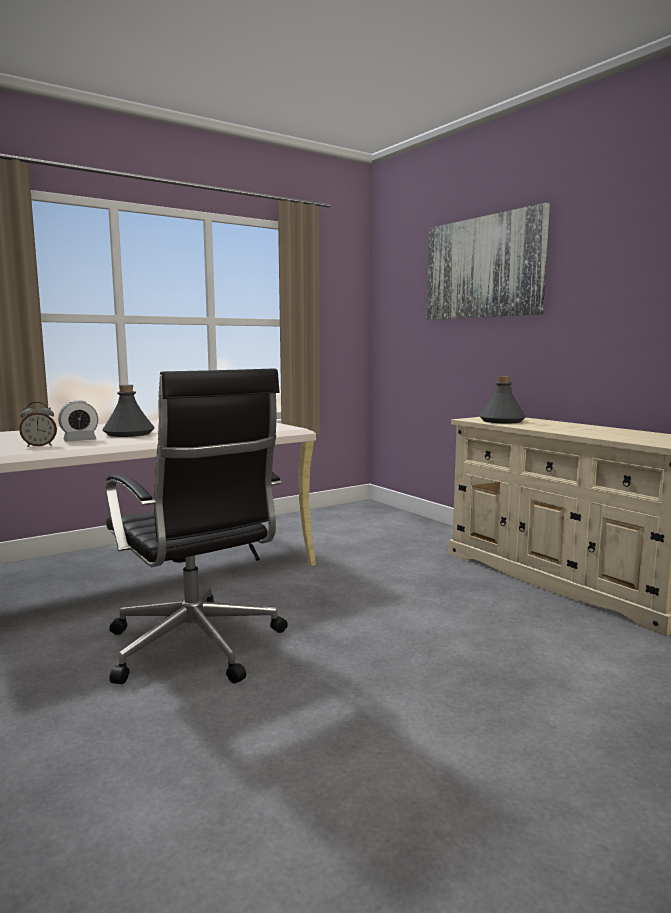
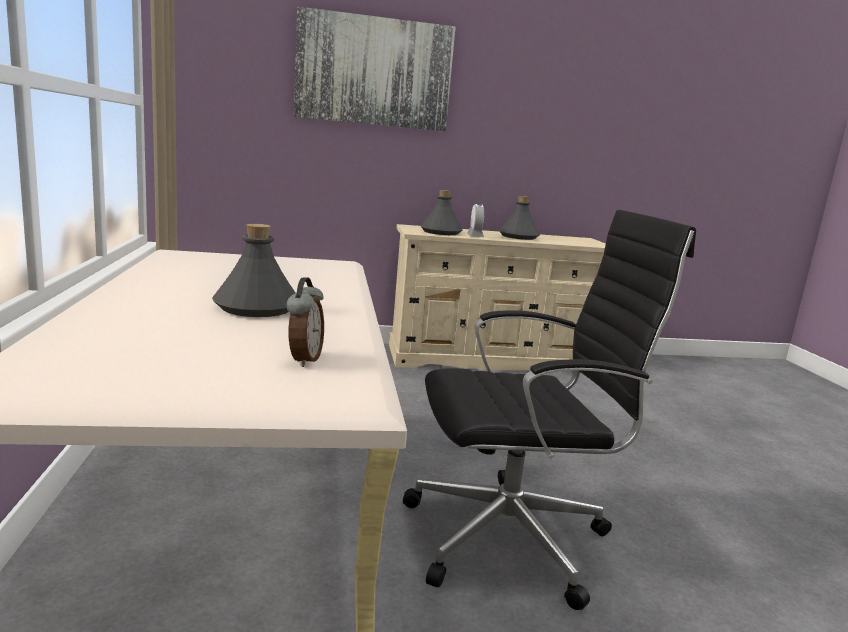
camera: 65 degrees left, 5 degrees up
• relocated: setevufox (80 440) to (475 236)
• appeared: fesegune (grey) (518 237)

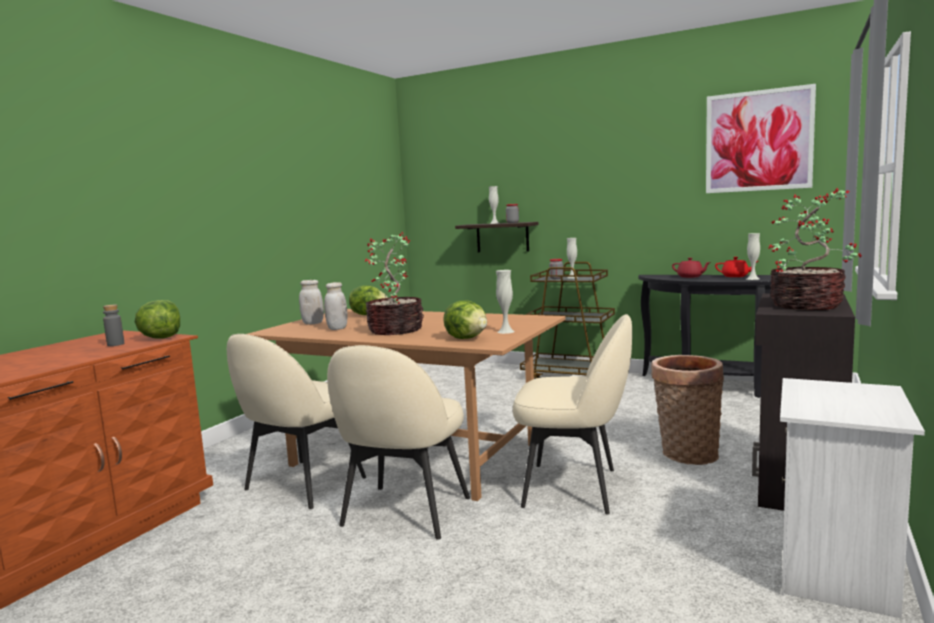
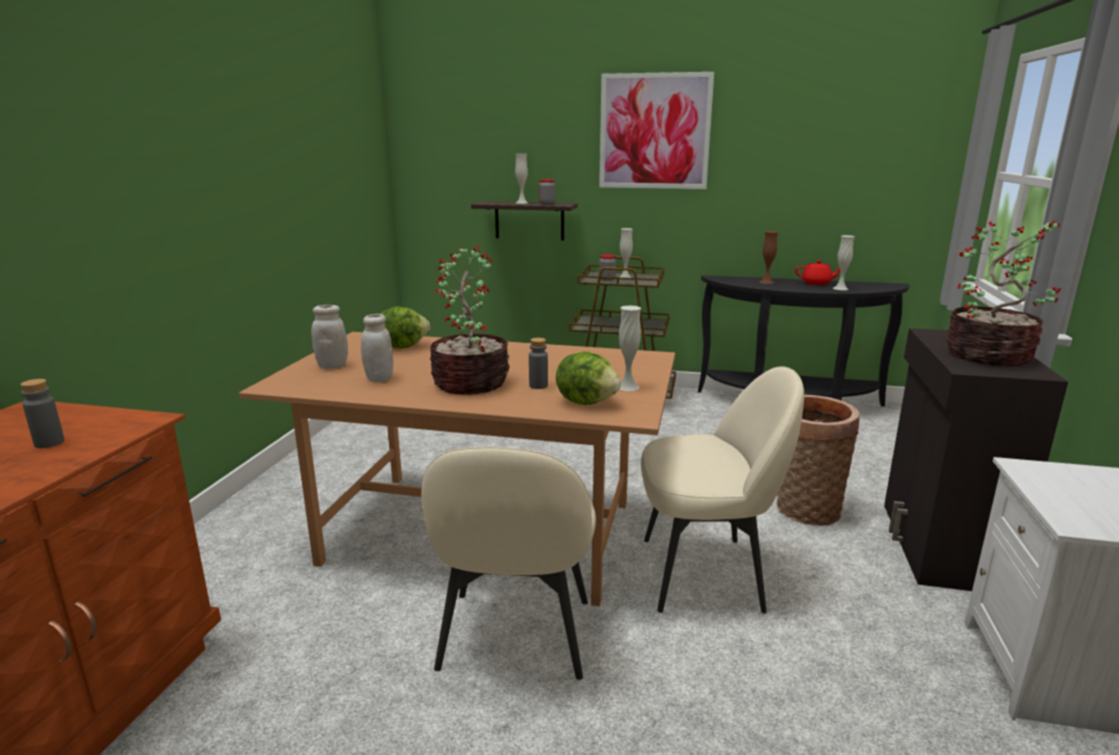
camera: 15 degrees left, 10 degrees up
• missing: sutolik (161 338)
• missing: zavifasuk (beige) (302 485)
• exchanged: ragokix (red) (690 277) to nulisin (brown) (766 282)
• relocated: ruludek (758 141) to (654 131)
• appeared: fesegune (grey) (538 386)

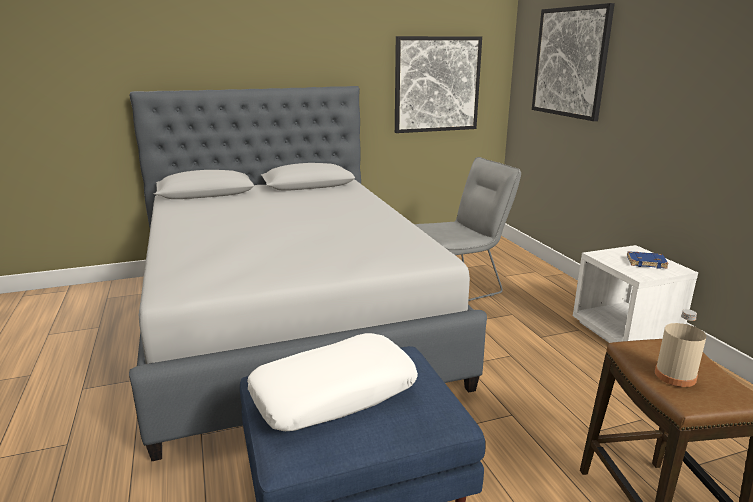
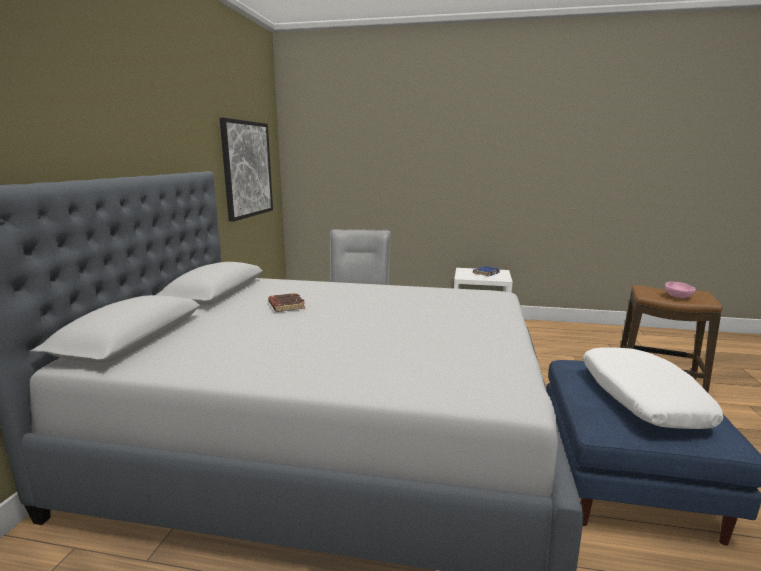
camera: 60 degrees left, 5 degrees down
• missing: ruludek (570 62)
• exchanged: fesegune (beige) (675 376) to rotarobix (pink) (678 296)
• appeared: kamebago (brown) (286 306)

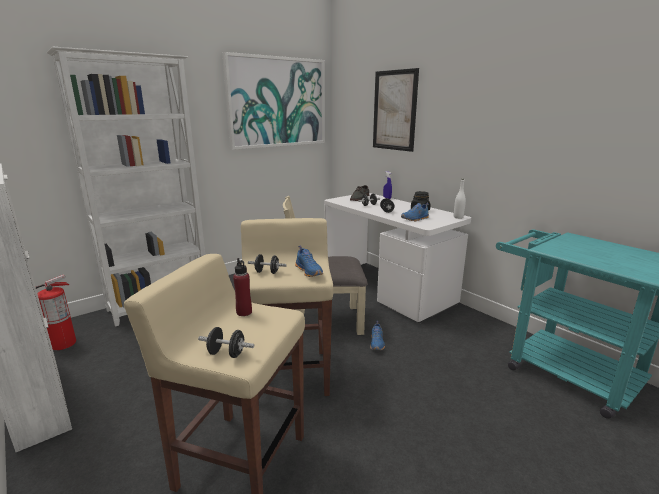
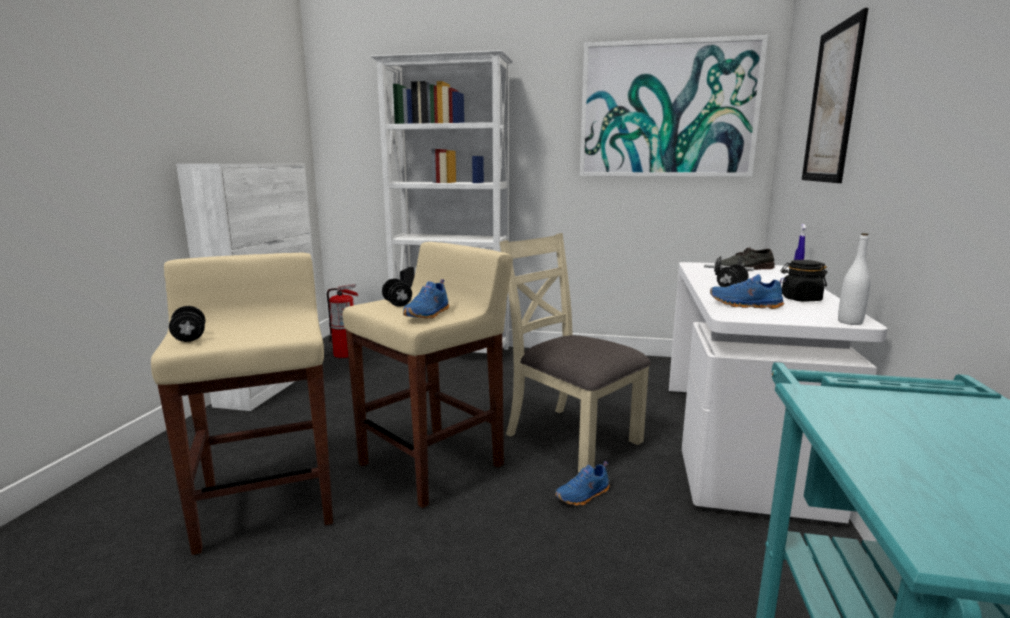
camera: 50 degrees right, 5 degrees down
• missing: fesegune (red) (244 312)

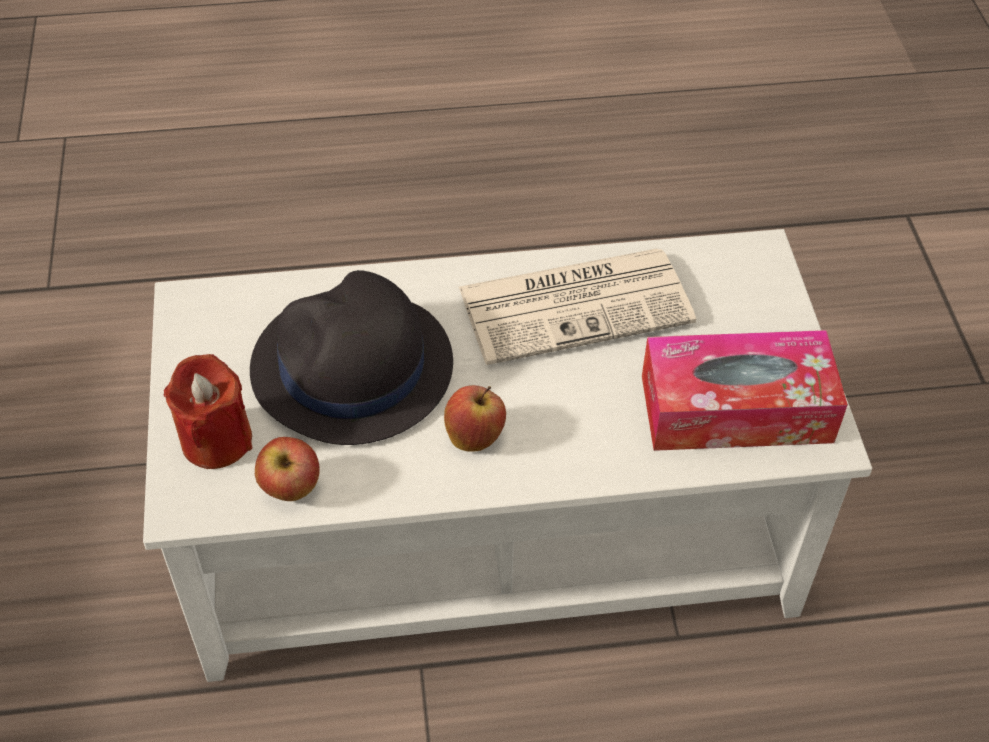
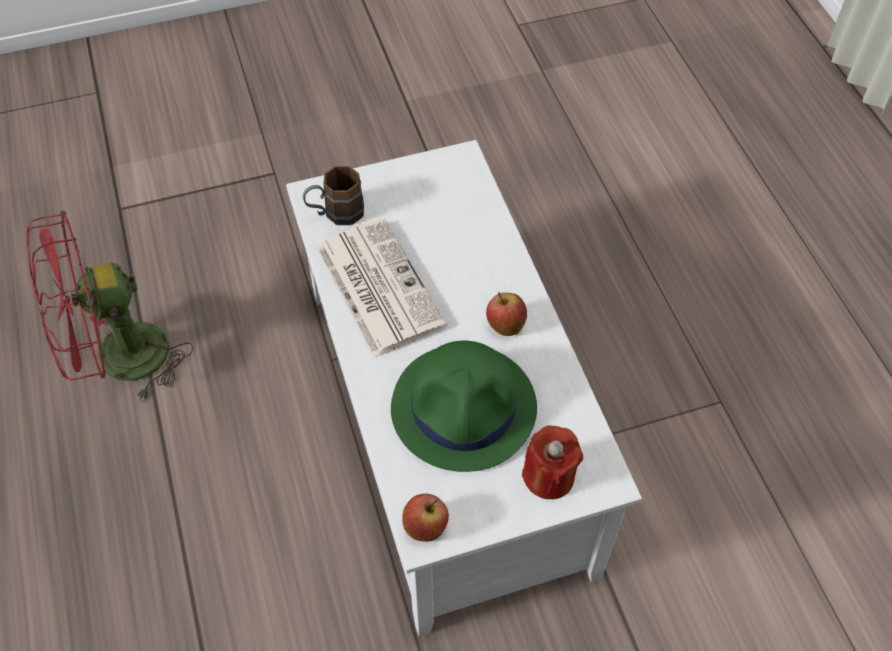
camera: 100 degrees left, 5 degrees up
• colour: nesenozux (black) (352 368) to nesenozux (green) (465 407)
• relocated: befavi (291 489) to (425 527)
• missing: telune (736 409)
• appeared: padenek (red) (118 361)
• appeared: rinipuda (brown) (335 213)

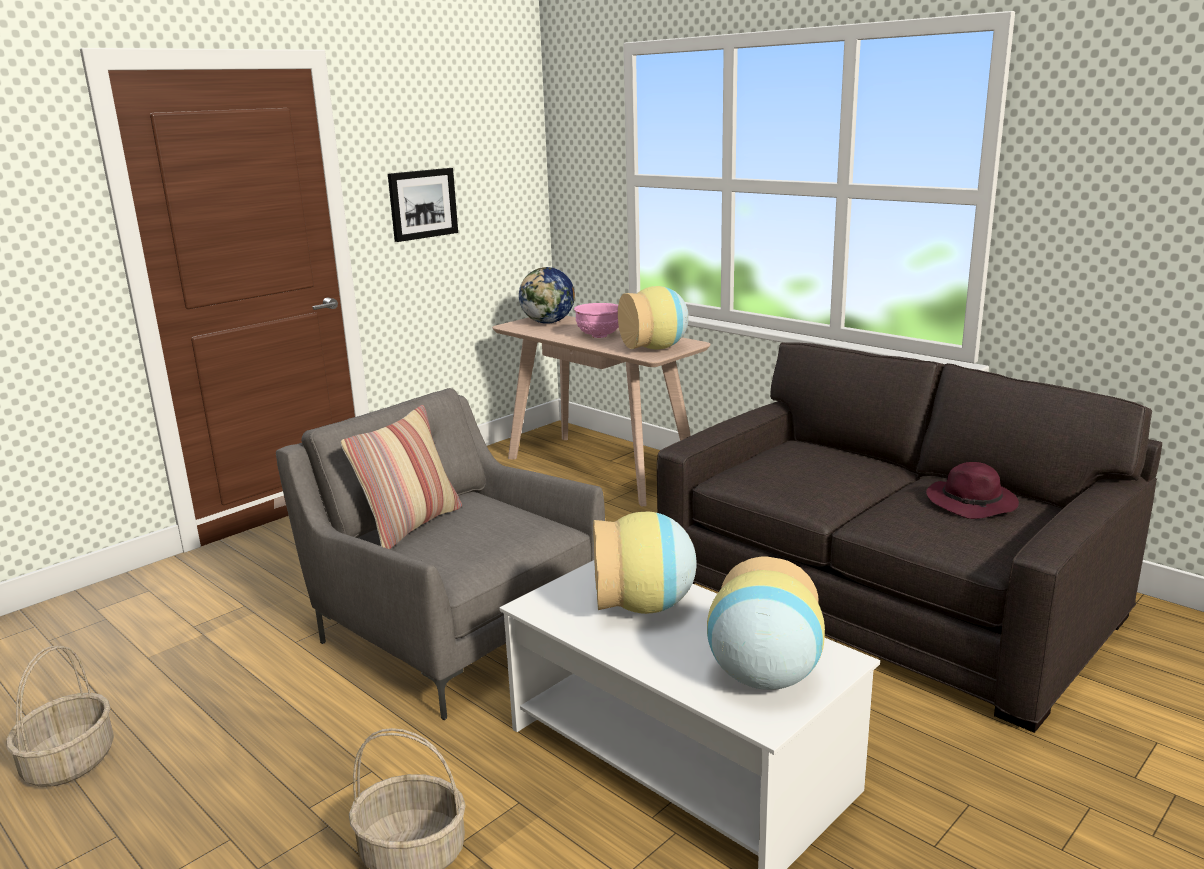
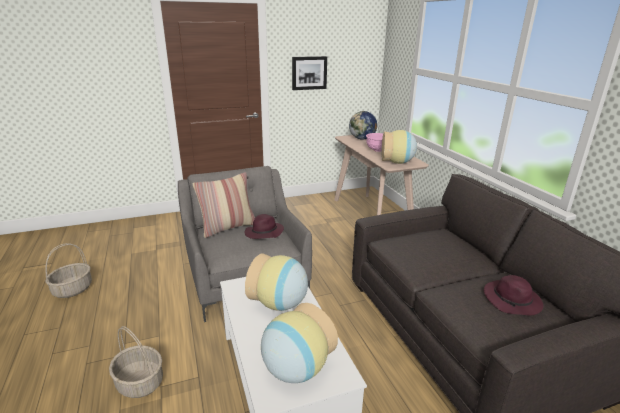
camera: 25 degrees right, 5 degrees up
• appeared: nesenozux (purple) (264 233)

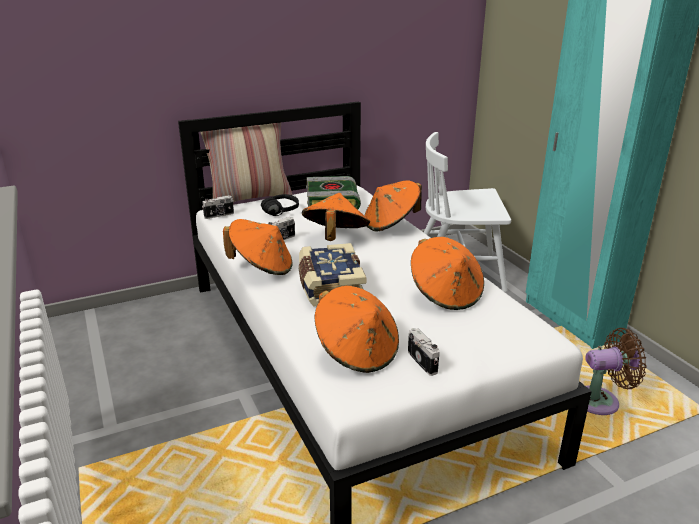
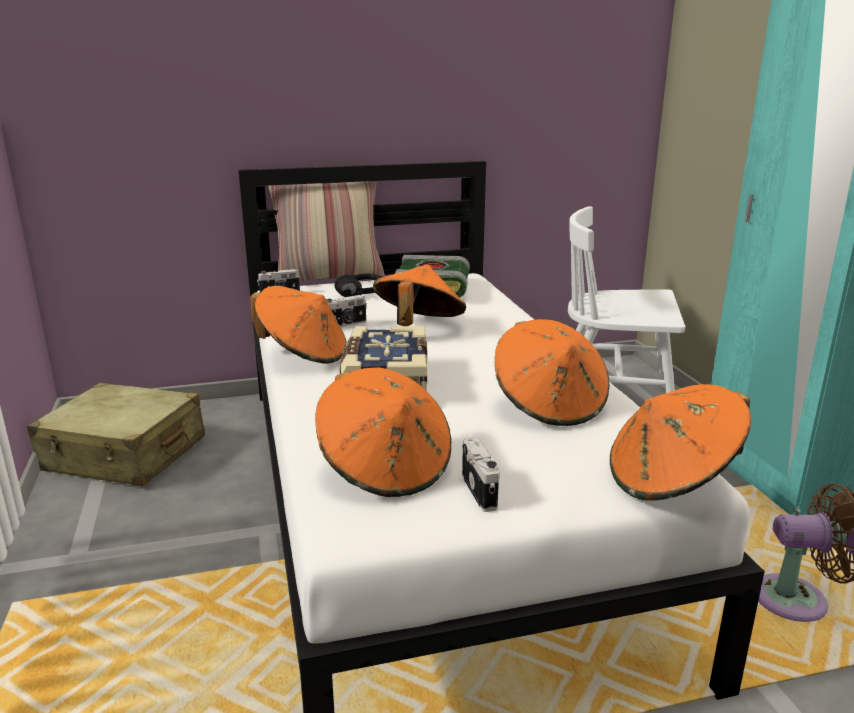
camera: 10 degrees right, 5 degrees down
• relocated: nesenozux (orange) (391 224) to (671 480)
• appeared: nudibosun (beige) (125 454)

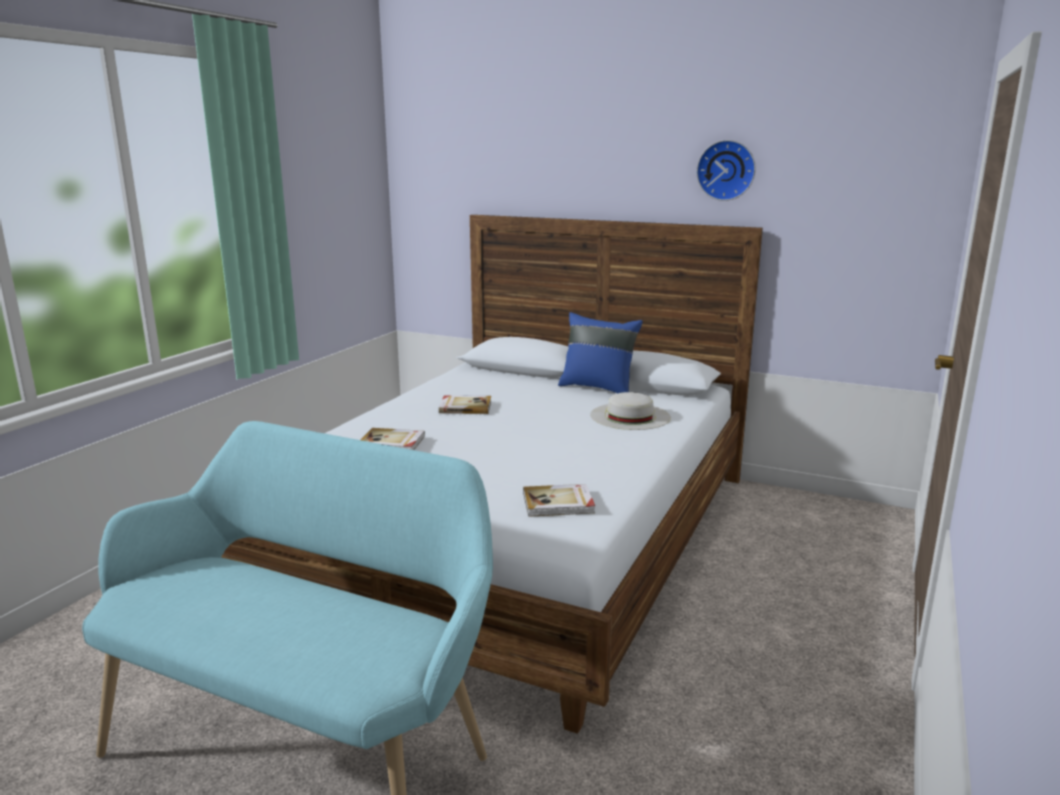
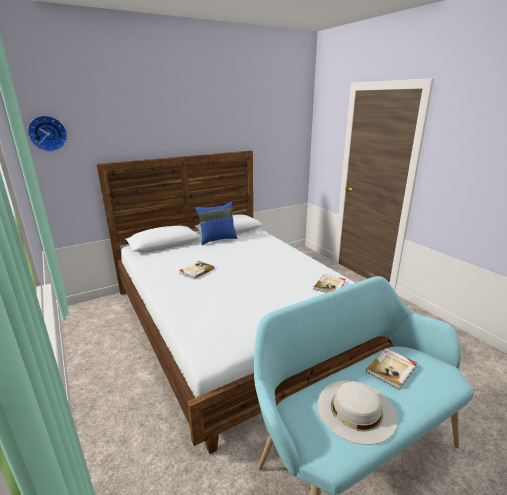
camera: 55 degrees left, 5 degrees up
• relocated: kamebago (392 443) to (392 369)
• relocated: nesenozux (white) (630 416) to (356 410)
• relocated: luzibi (726 170) to (47 133)

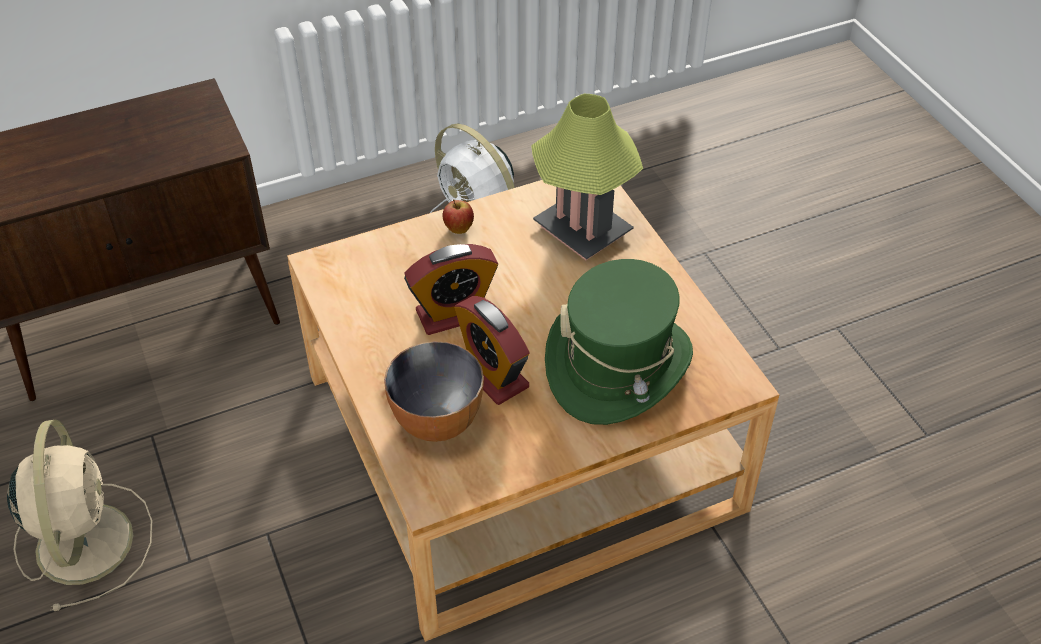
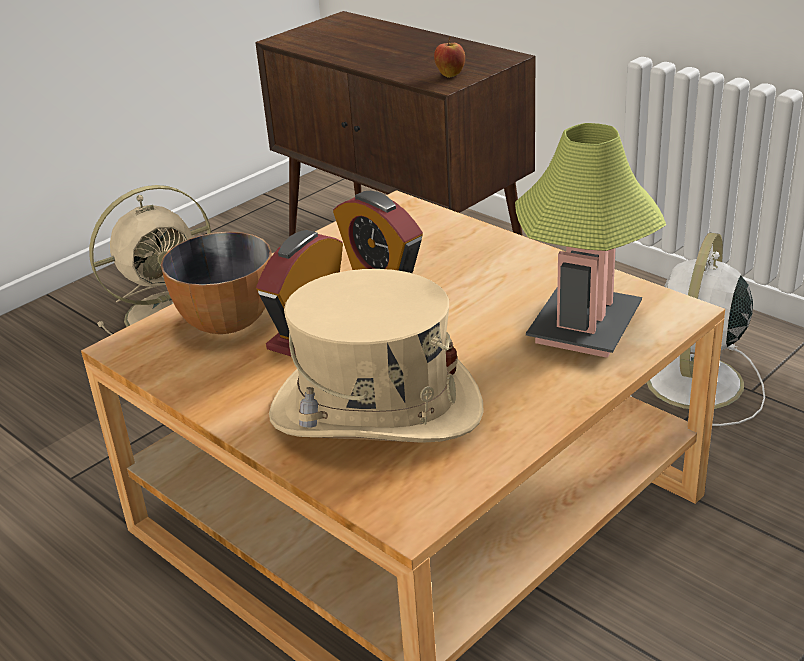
camera: 70 degrees right, 15 degrees down
• relocated: befavi (458 229) to (450 75)
• colour: nesenozux (green) (618 366) to nesenozux (beige) (375 411)

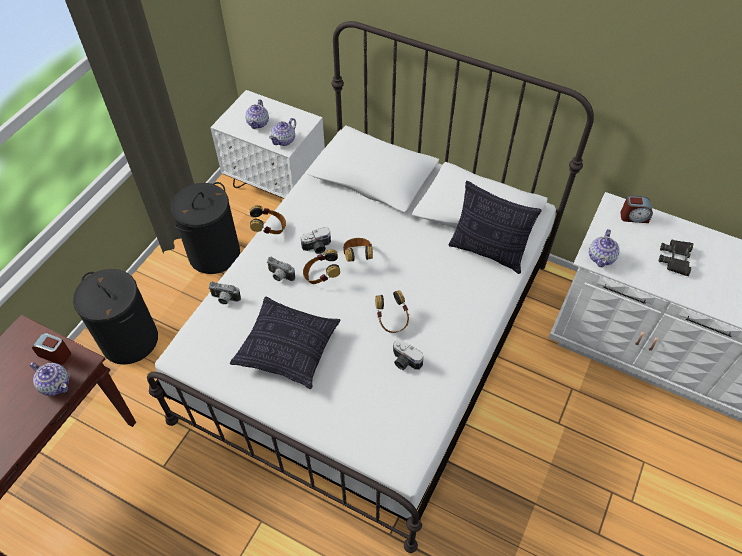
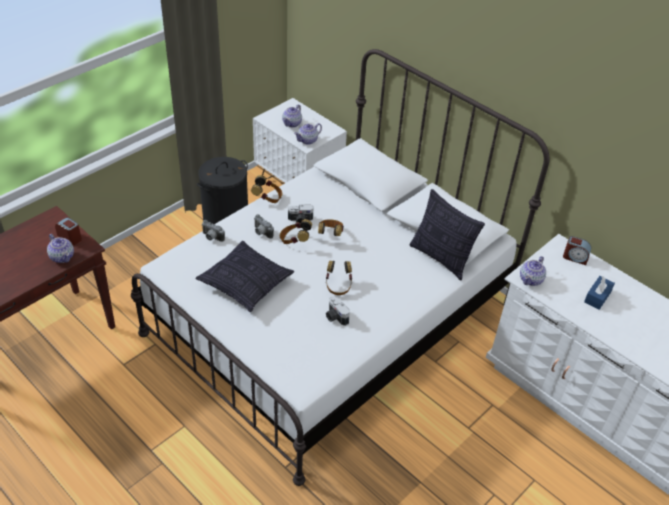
camera: 15 degrees right, 10 degrees down
• missing: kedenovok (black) (130 340)
• exchanged: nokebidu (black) (675 259) to telune (blue) (597 297)

